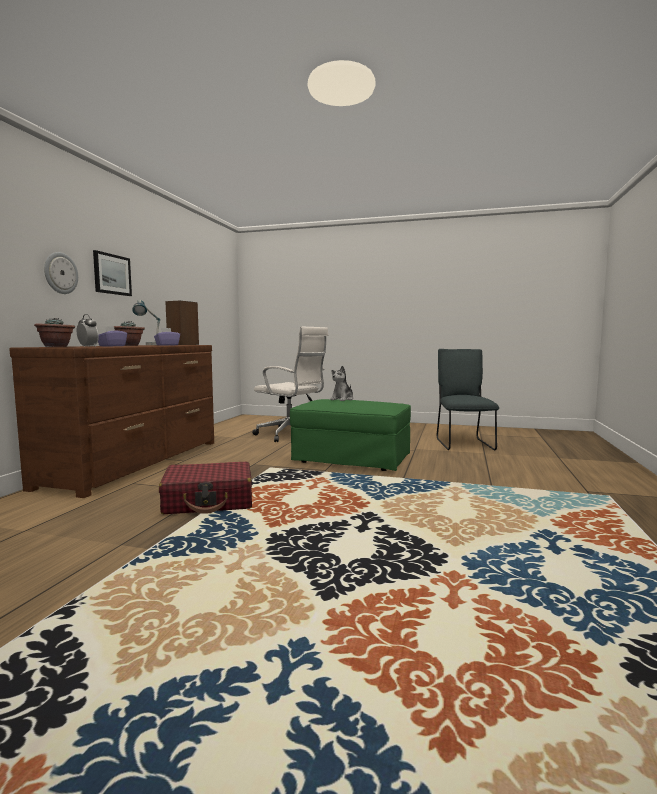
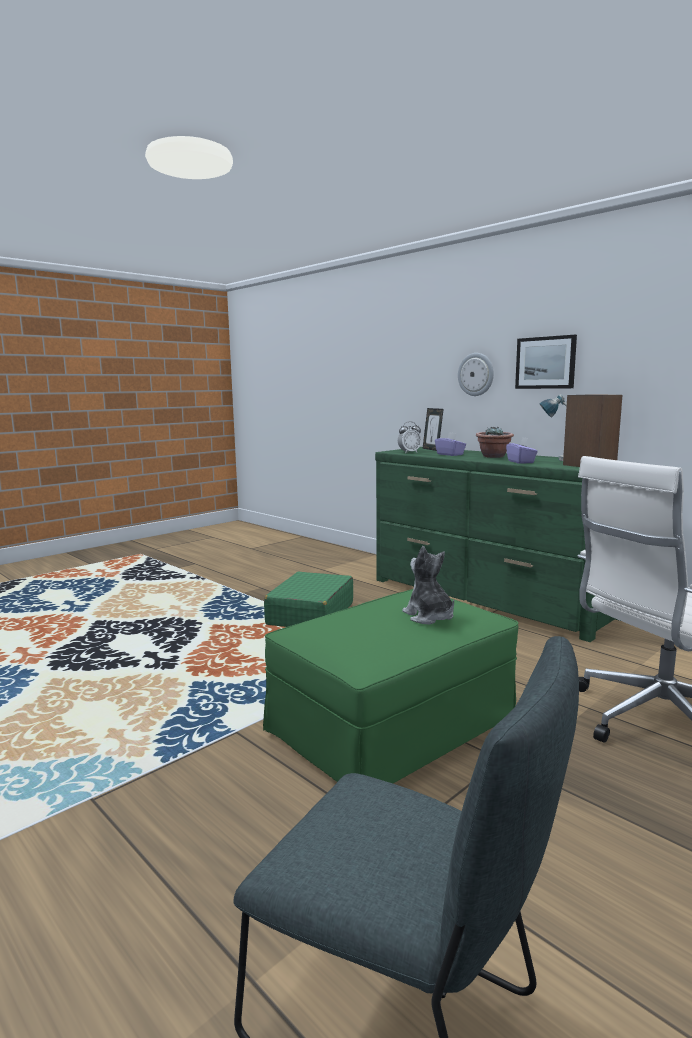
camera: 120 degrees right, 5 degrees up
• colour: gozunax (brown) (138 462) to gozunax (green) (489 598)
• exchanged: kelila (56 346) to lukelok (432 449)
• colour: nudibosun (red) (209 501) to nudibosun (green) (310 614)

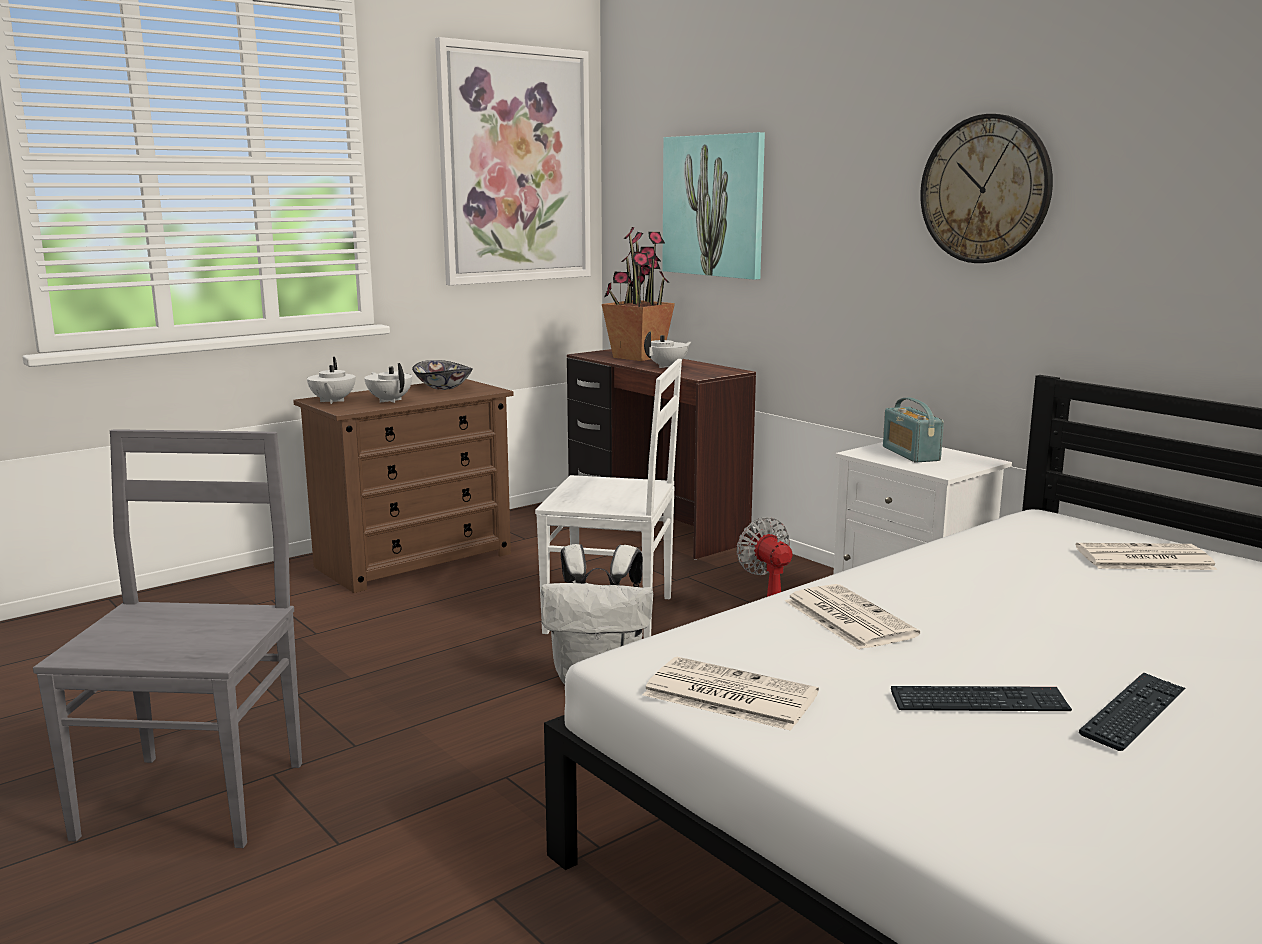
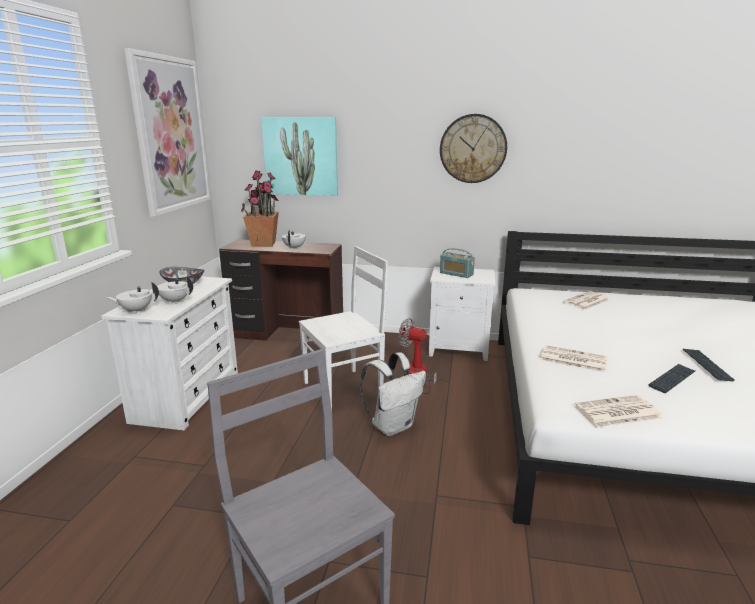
camera: 40 degrees left, 5 degrees up
• colour: gozunax (brown) (415 560) to gozunax (white) (187 396)
• spun: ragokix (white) (332 401) = (136 310) 120 degrees clockwise

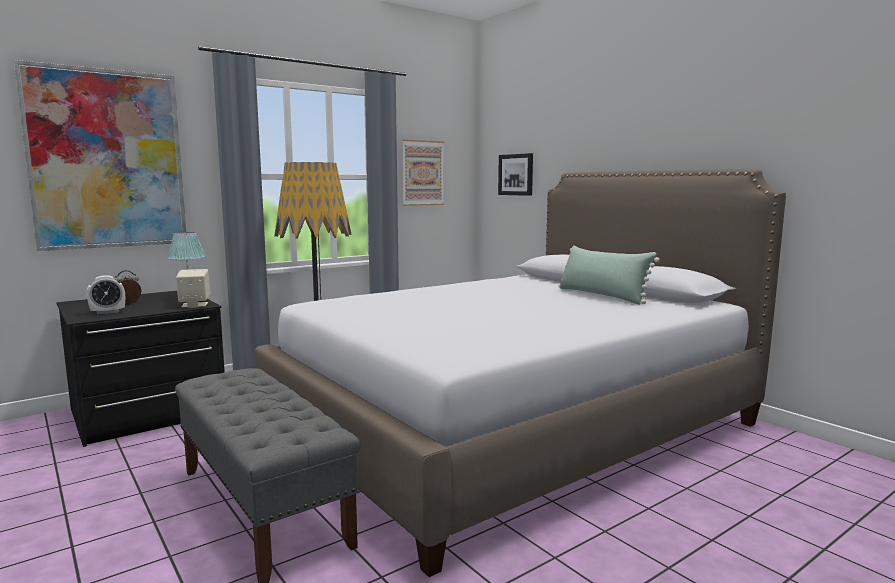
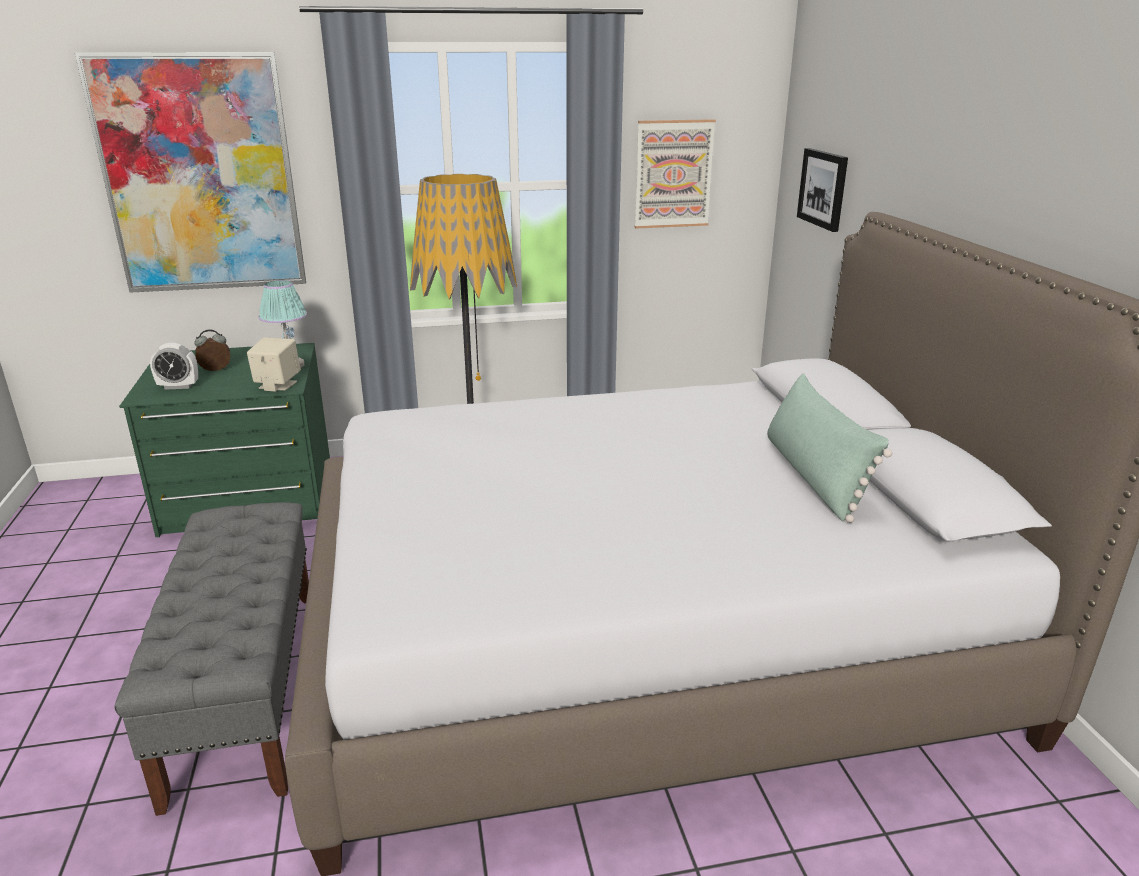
camera: 25 degrees right, 15 degrees up
• colour: gozunax (black) (148 412) to gozunax (green) (249 496)

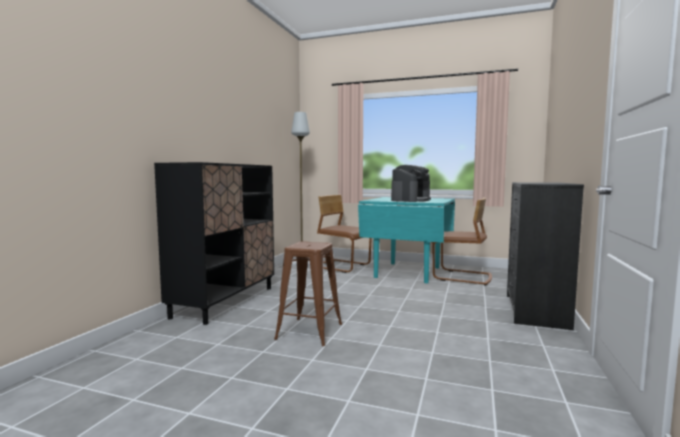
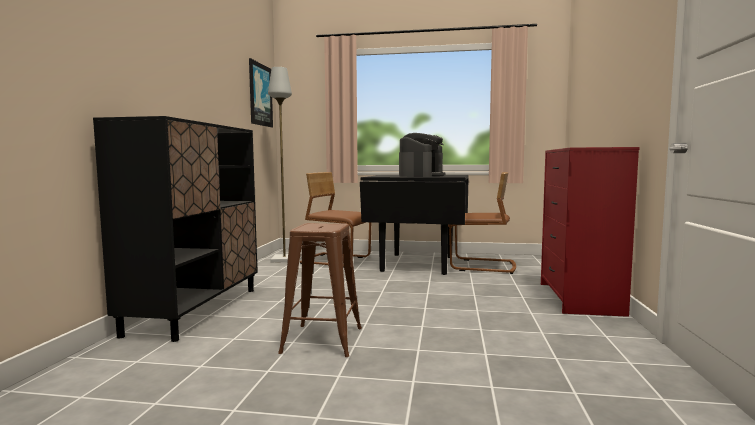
camera: 10 degrees left, 0 degrees up
• colour: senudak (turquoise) (407 272) to senudak (black) (417 263)
• colour: gozunax (black) (535 311) to gozunax (red) (578 298)
• appeared: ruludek (260 95)

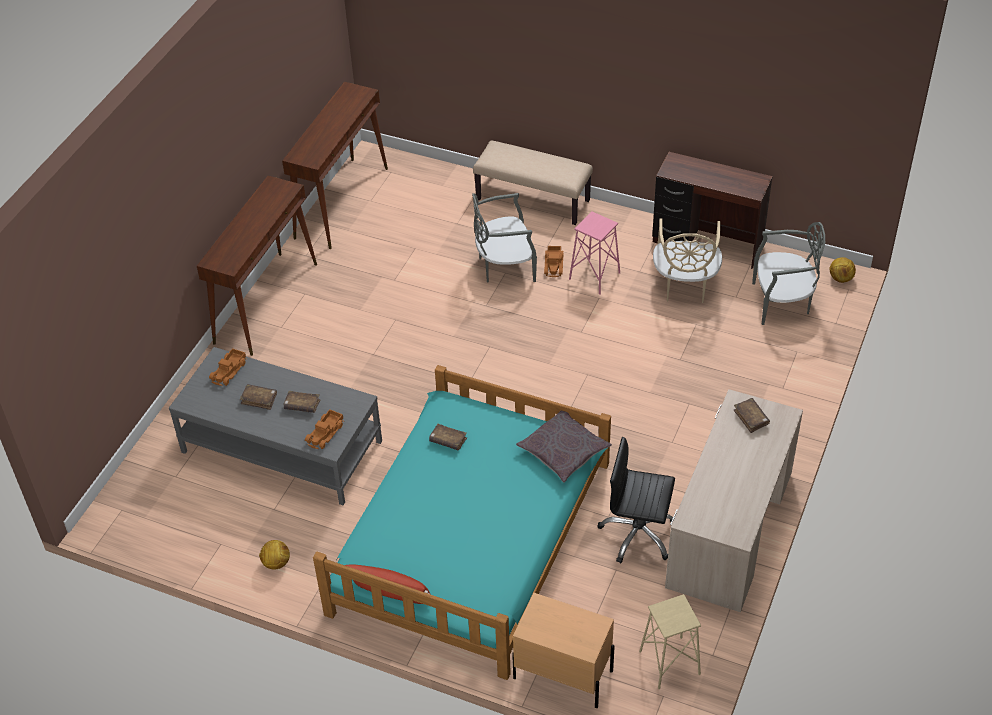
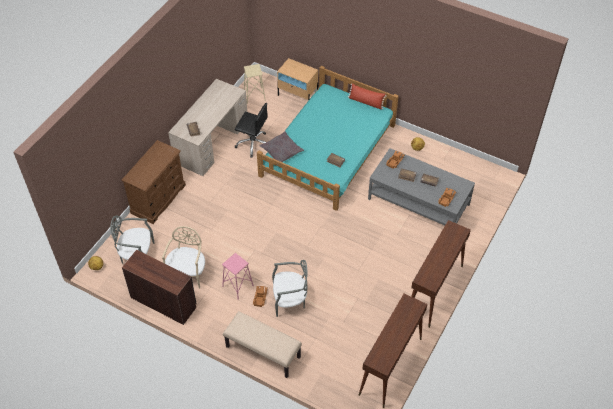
camera: 175 degrees left, 5 degrees up
• appeared: gozunax (brown) (158 199)

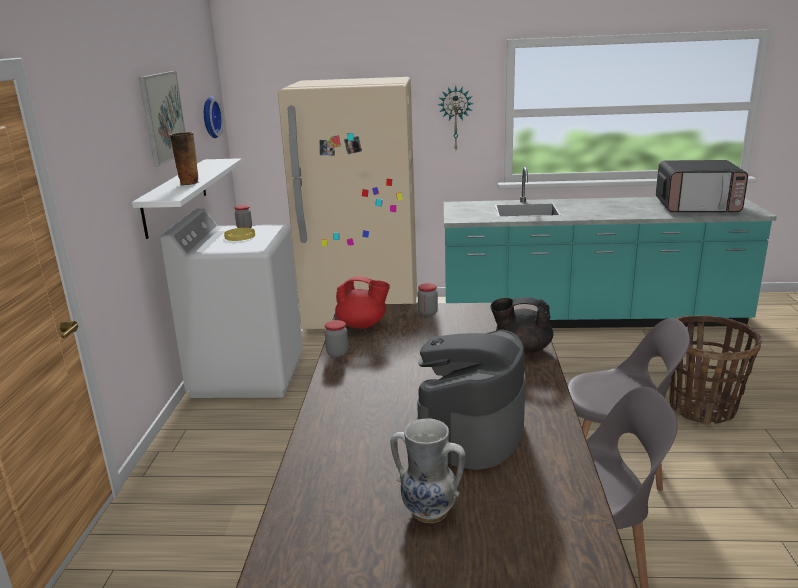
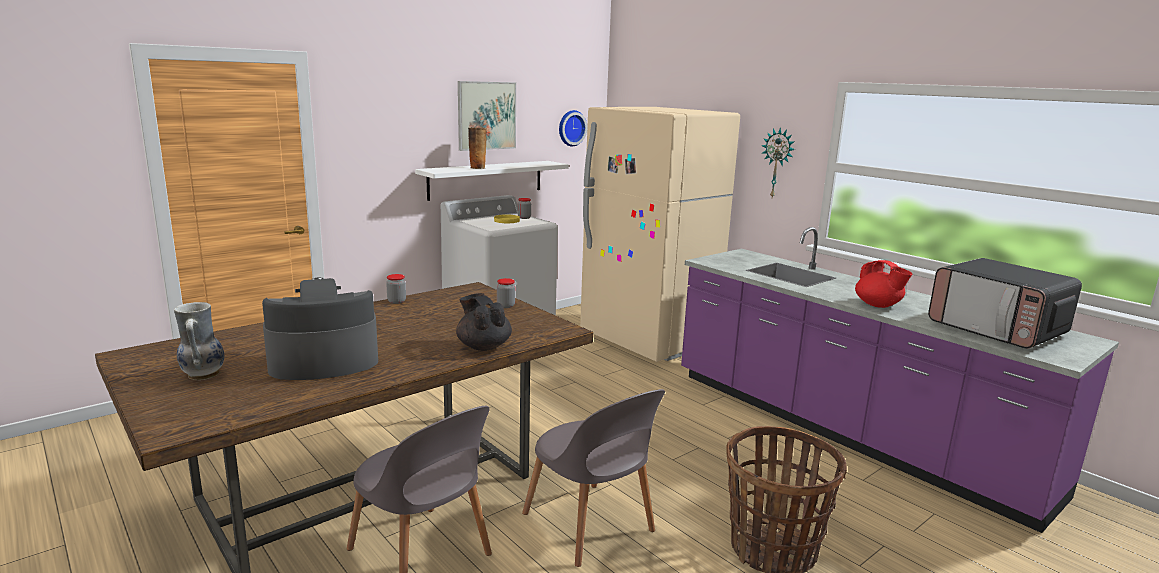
camera: 45 degrees right, 5 degrees down
• relocated: ragokix (red) (362 325) to (878 305)
• colour: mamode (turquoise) (590 318) to mamode (purple) (846 431)

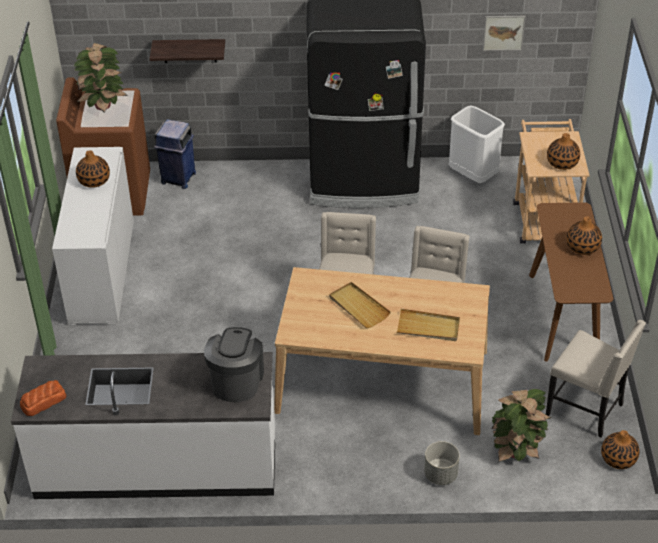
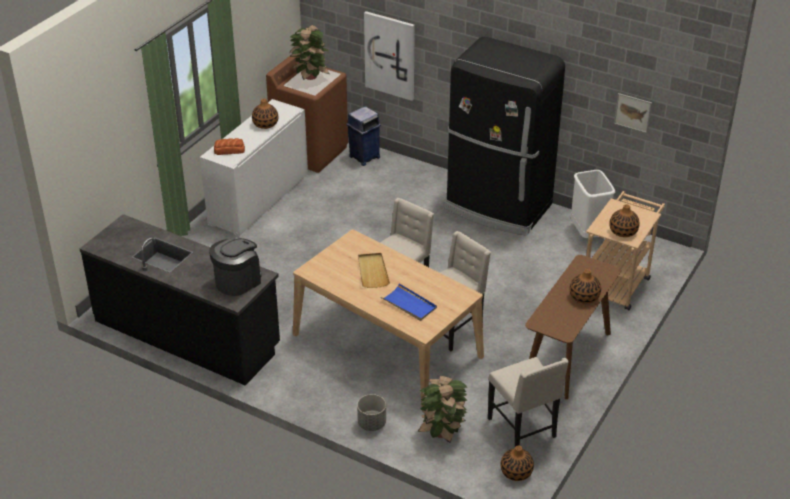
camera: 30 degrees right, 5 degrees down
• colour: mamode (white) (157 465) to mamode (black) (187 333)
• relocated: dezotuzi (43 401) to (229 150)
• exchanged: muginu (189 51) to ruludek (390 55)
• colour: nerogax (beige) (428 327) to nerogax (blue) (409 304)

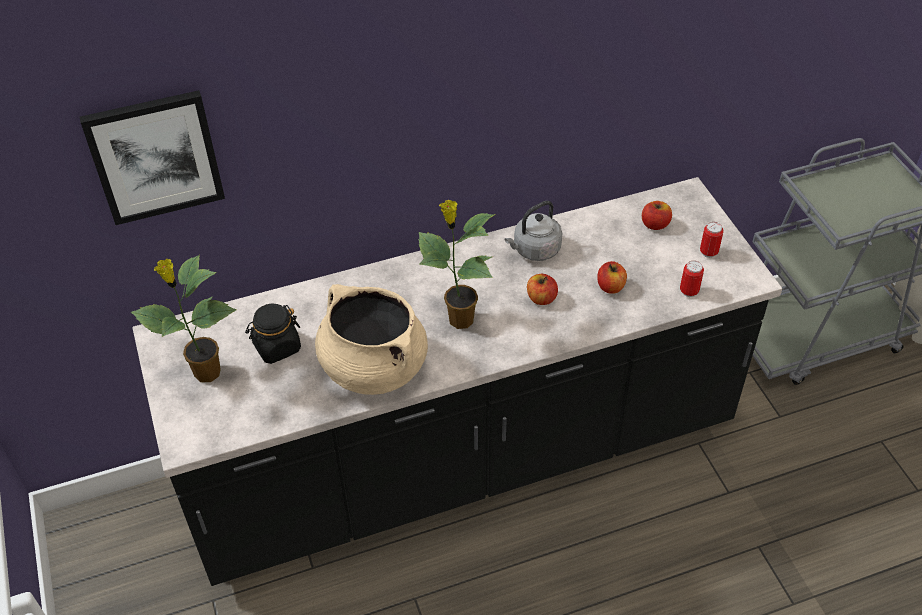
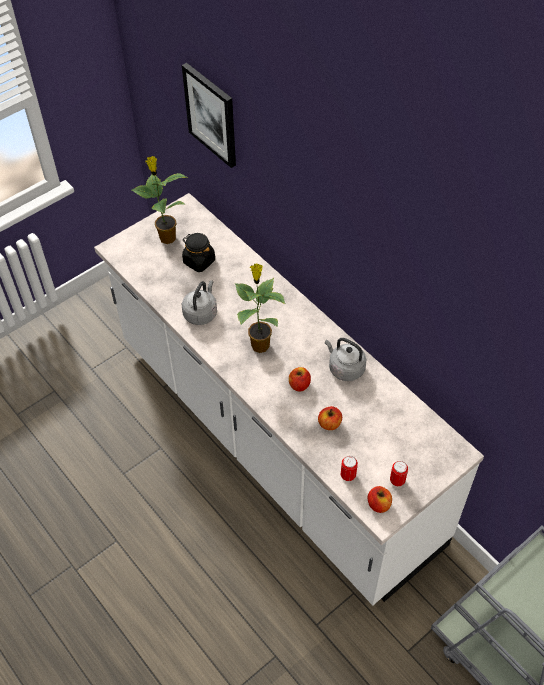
camera: 70 degrees right, 5 degrees up
• colour: mamode (black) (463 460) to mamode (white) (273 441)
• exchanged: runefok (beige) (373 367) to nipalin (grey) (201 313)
• relocated: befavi (655 224) to (379 504)

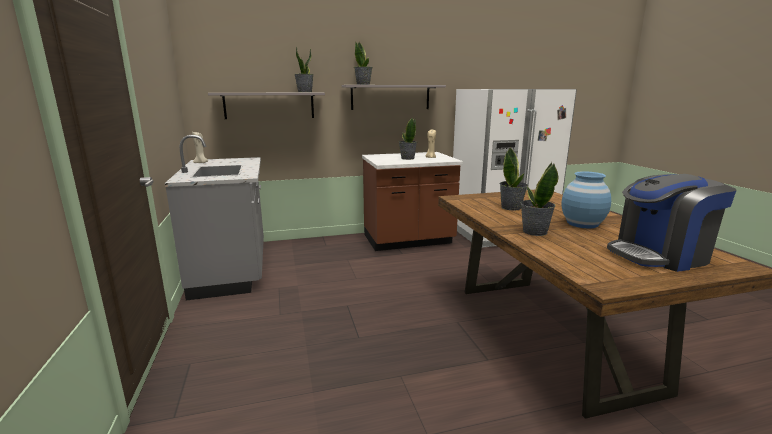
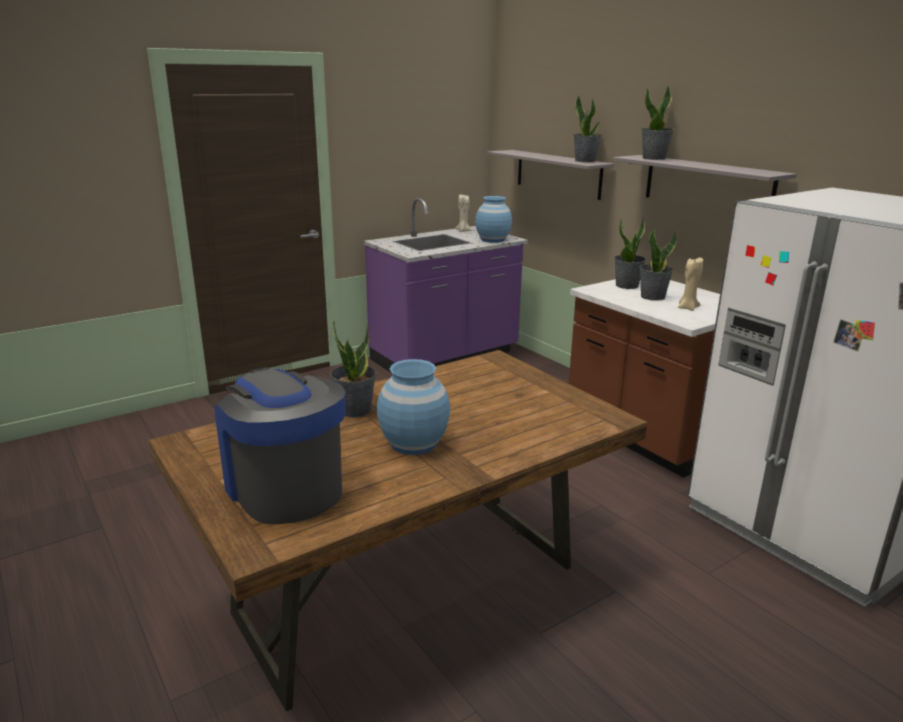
camera: 70 degrees right, 5 degrees up
• colour: mamode (grey) (232 269) to mamode (purple) (445 357)
• relocated: kelila (511 207) to (627 286)
• appeared: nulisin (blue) (493 240)

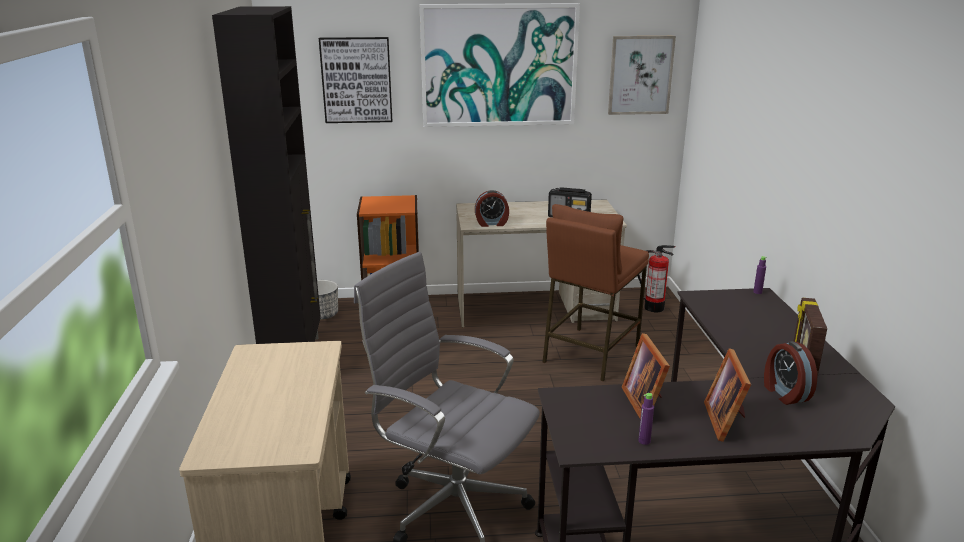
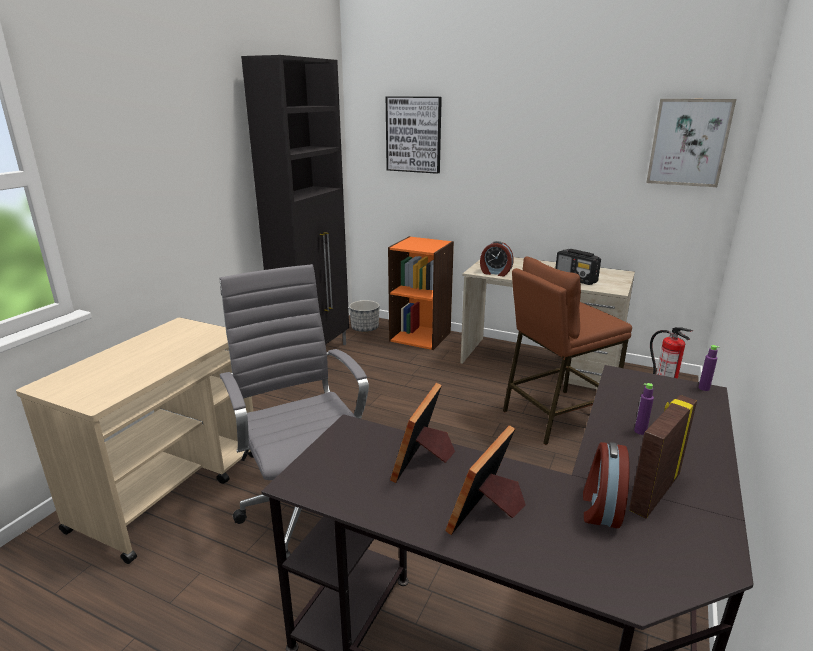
camera: 30 degrees right, 0 degrees up
• missing: ruludek (499 65)
• relocated: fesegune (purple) (644 441) to (640 431)

